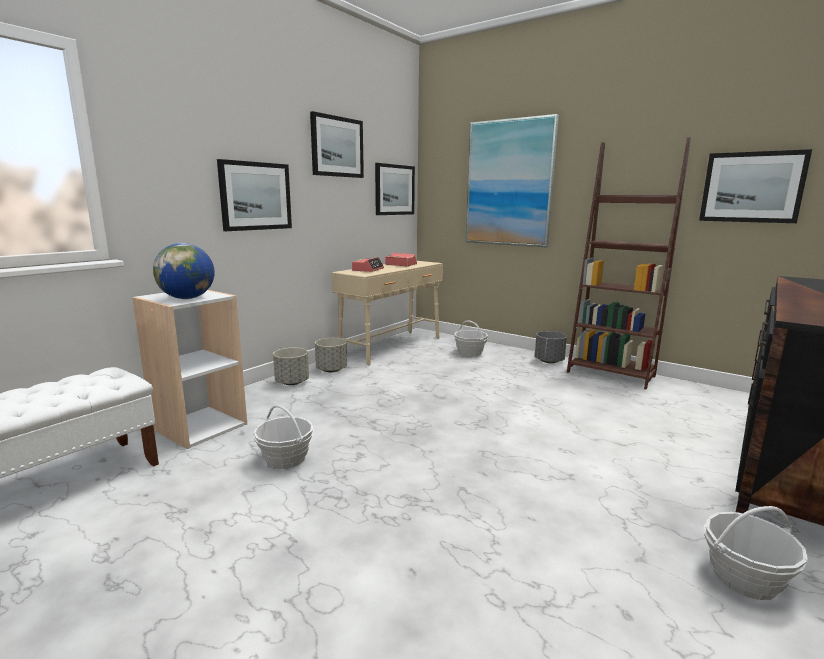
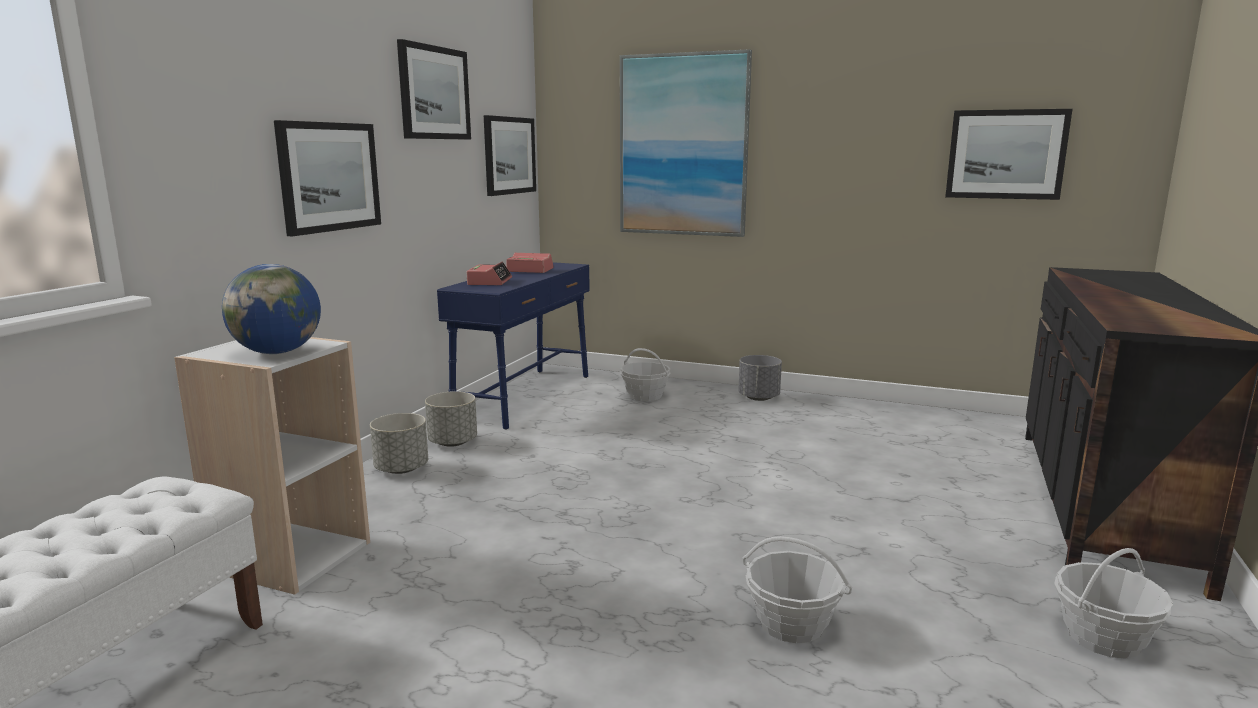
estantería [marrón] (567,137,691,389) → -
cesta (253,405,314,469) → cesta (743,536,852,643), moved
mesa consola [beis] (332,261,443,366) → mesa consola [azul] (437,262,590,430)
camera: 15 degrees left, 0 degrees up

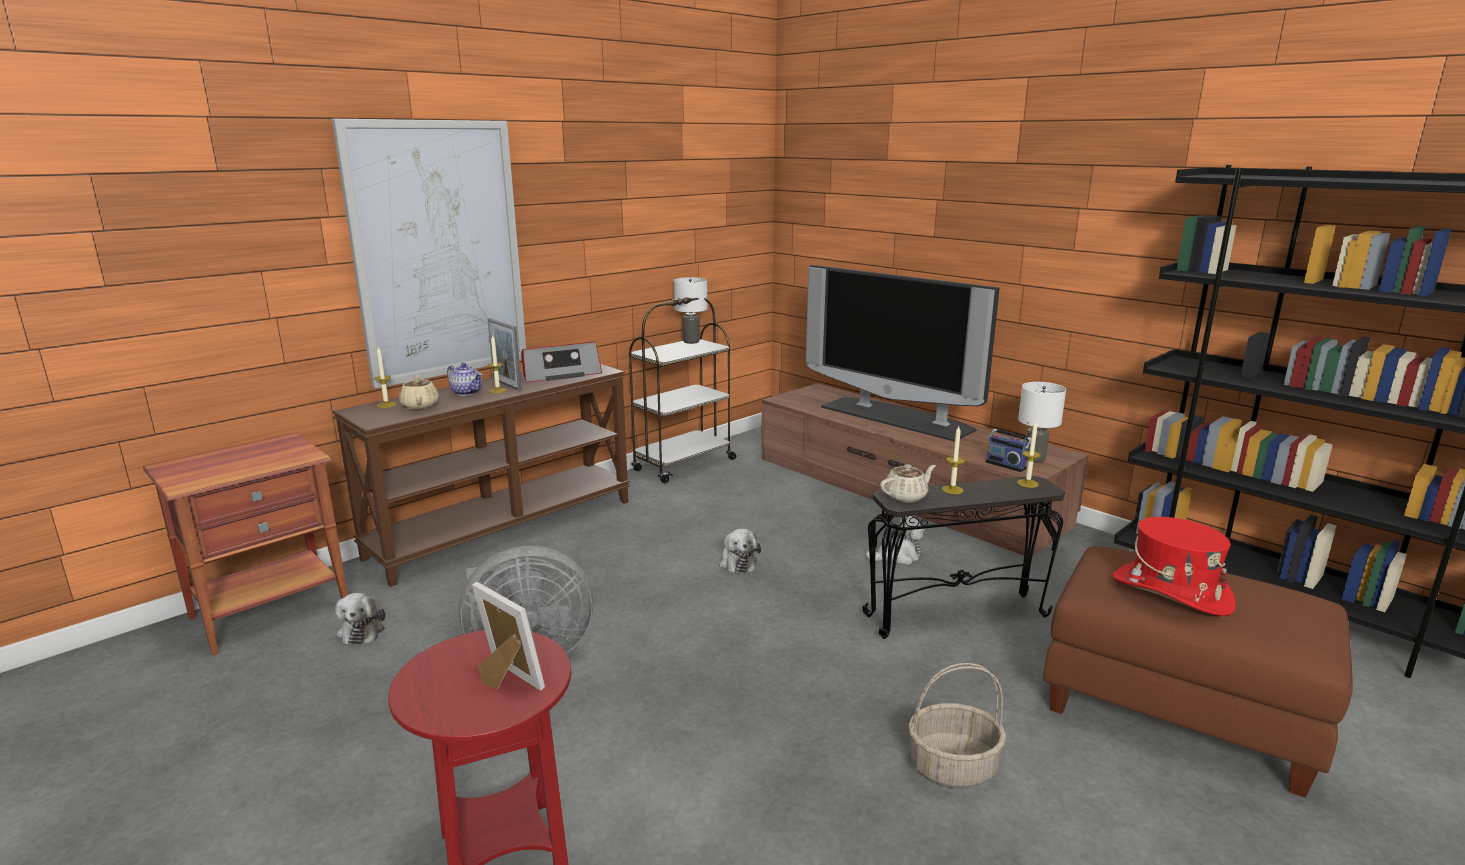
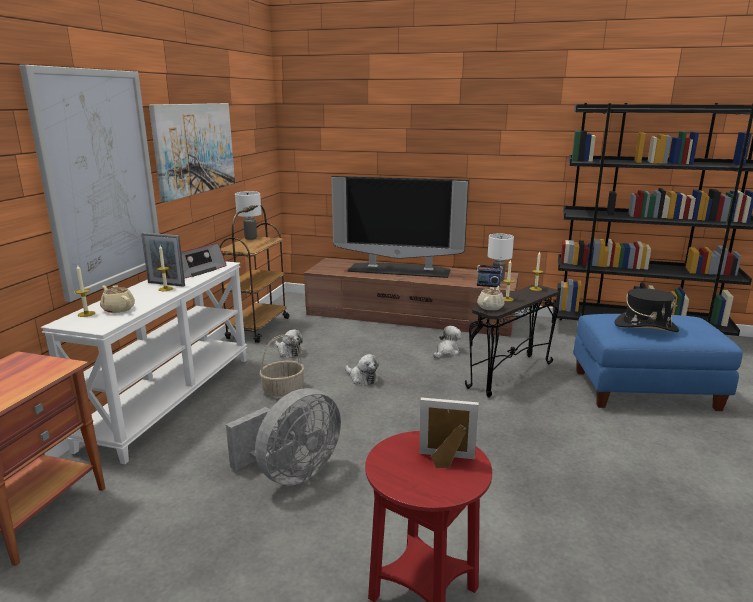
tetera (447,363,482,396) → -
- → cuadro (149,103,235,202)
peluche (335,593,385,646) → peluche (275,329,303,358), moved
cesta (908,663,1006,788) → cesta (259,335,305,397), moved
mesa consola [marrón] (332,364,630,587) → mesa consola [blanco] (41,261,247,464)
carrito [gris] (629,297,736,483) → carrito [marrón] (220,205,289,343)
puf [marrón] (1043,546,1353,798) → puf [azul] (573,314,743,411)
sombrero [rojo] (1113,517,1236,616) → sombrero [negro] (615,288,679,332)
camera: 30 degrees left, 0 degrees up

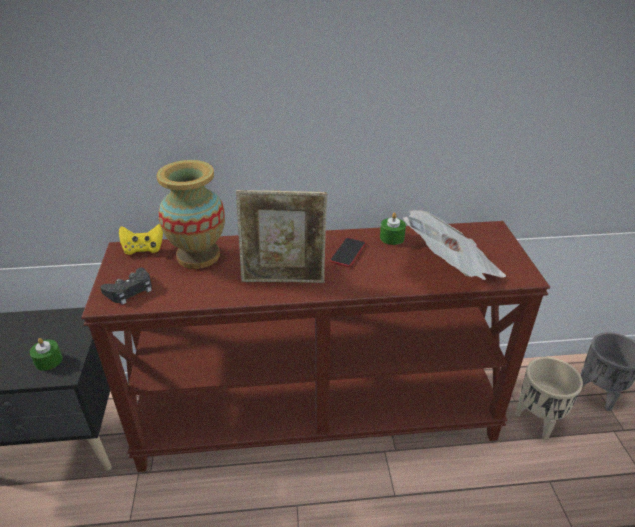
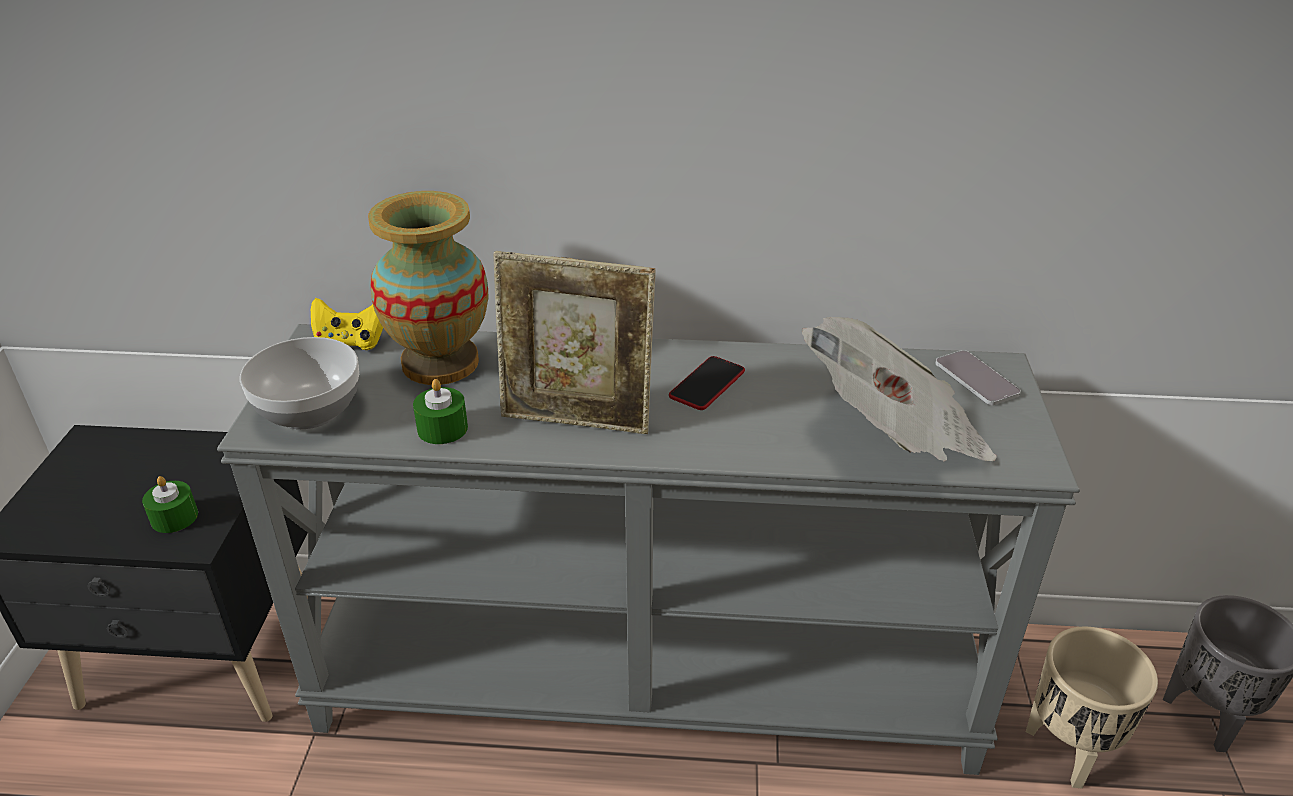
- → móvil (935,350,1021,405)
vela [verde] (380,212,406,245) → vela [verde] (413,379,468,444), moved
mando de consola [negro] (100,268,152,305) → cuenco (240,337,359,429)
mesa consola [marrón] (81,221,550,472) → mesa consola [gris] (217,324,1080,775)
camera: 10 degrees right, 0 degrees up

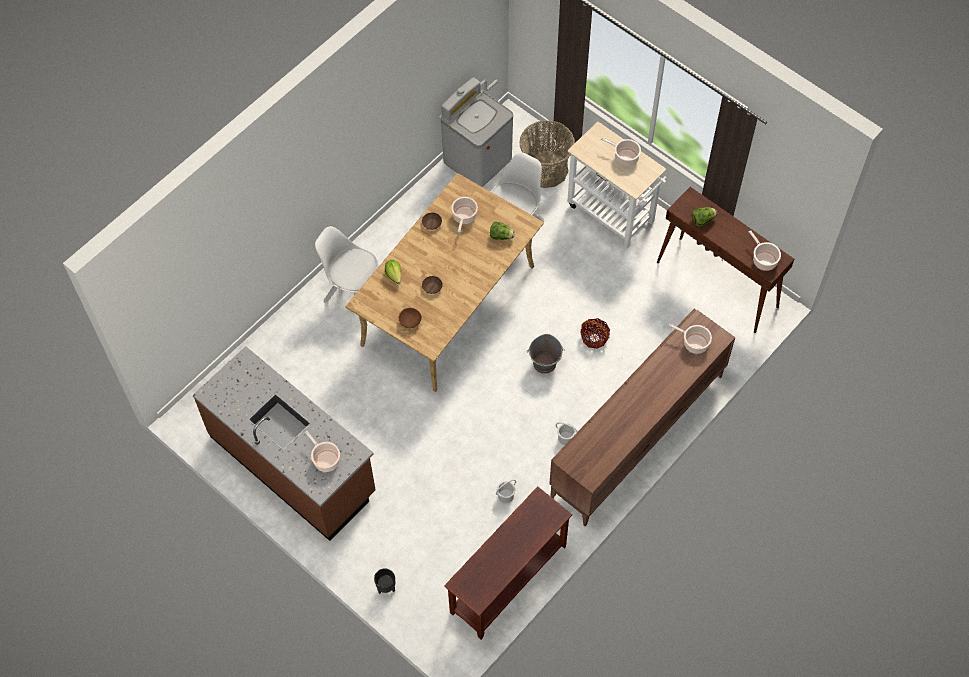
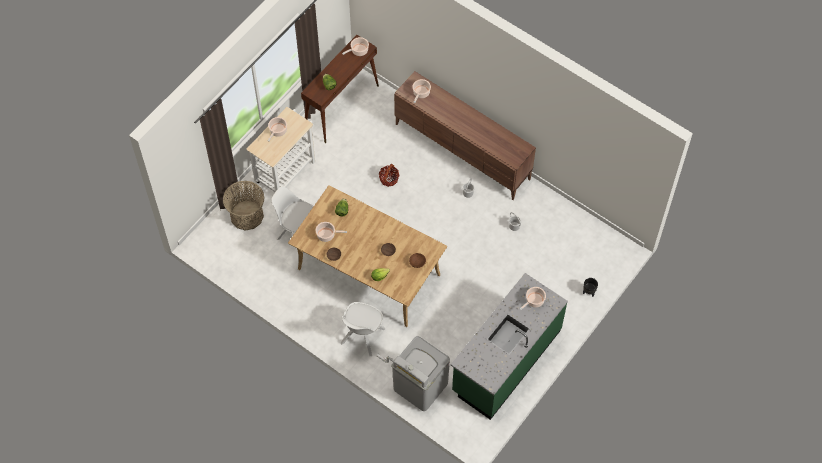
mesa consola [marrón] (444,486,573,640) → -
cubo [gris] (527,334,565,374) → -
lavadora [gris] (439,77,513,187) → lavadora [gris] (376,336,450,411), moved
mueble bajo de cocina [marrón] (192,346,376,541) → mueble bajo de cocina [verde] (451,273,568,420)
camera: 95 degrees left, 0 degrees up

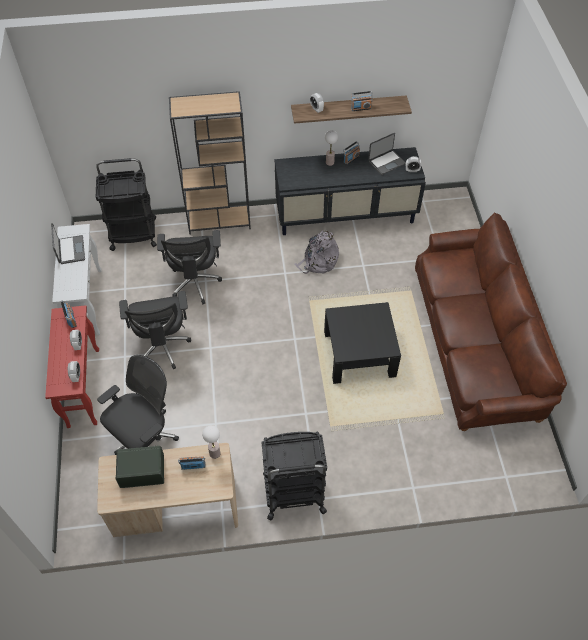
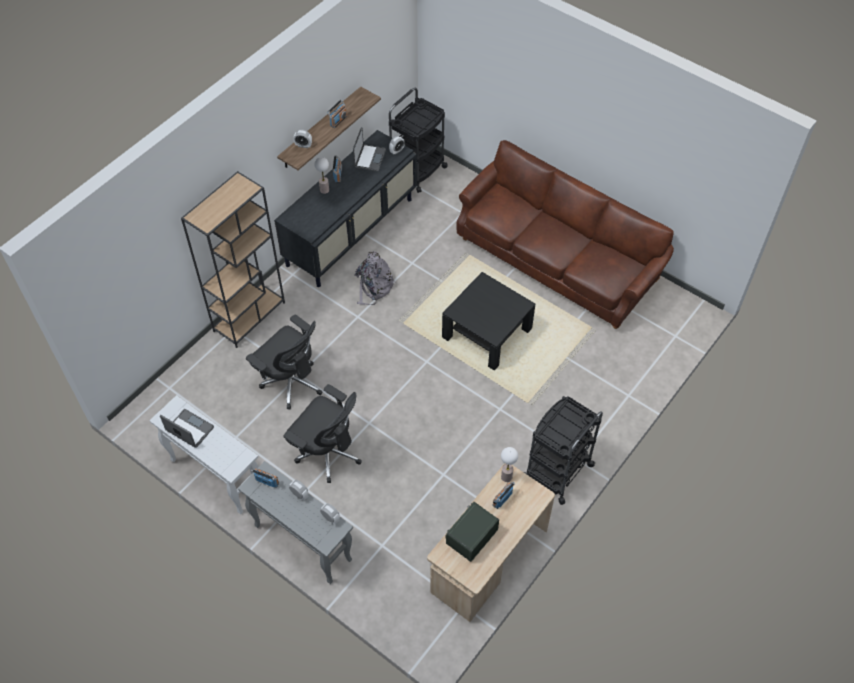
silla de oficina (97,355,179,455) → -
carrito [negro] (96,158,157,251) → carrito [negro] (389,88,448,193), moved
mesa consola [rojo] (45,305,99,428) → mesa consola [gris] (238,461,353,584)
camera: 45 degrees left, 0 degrees up

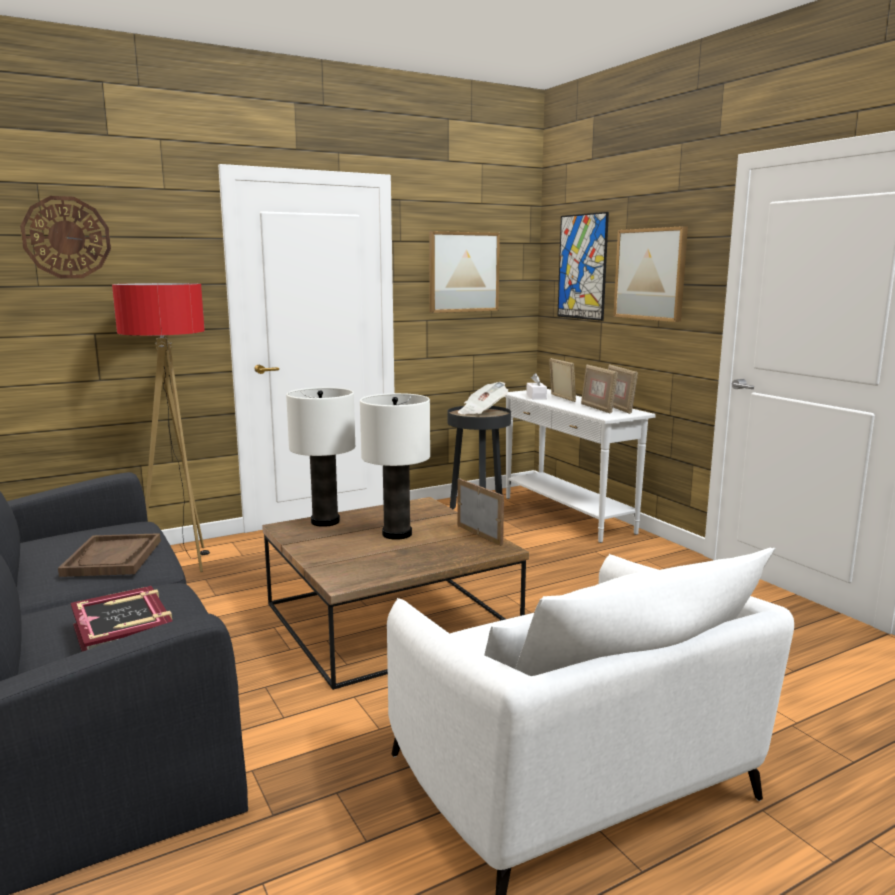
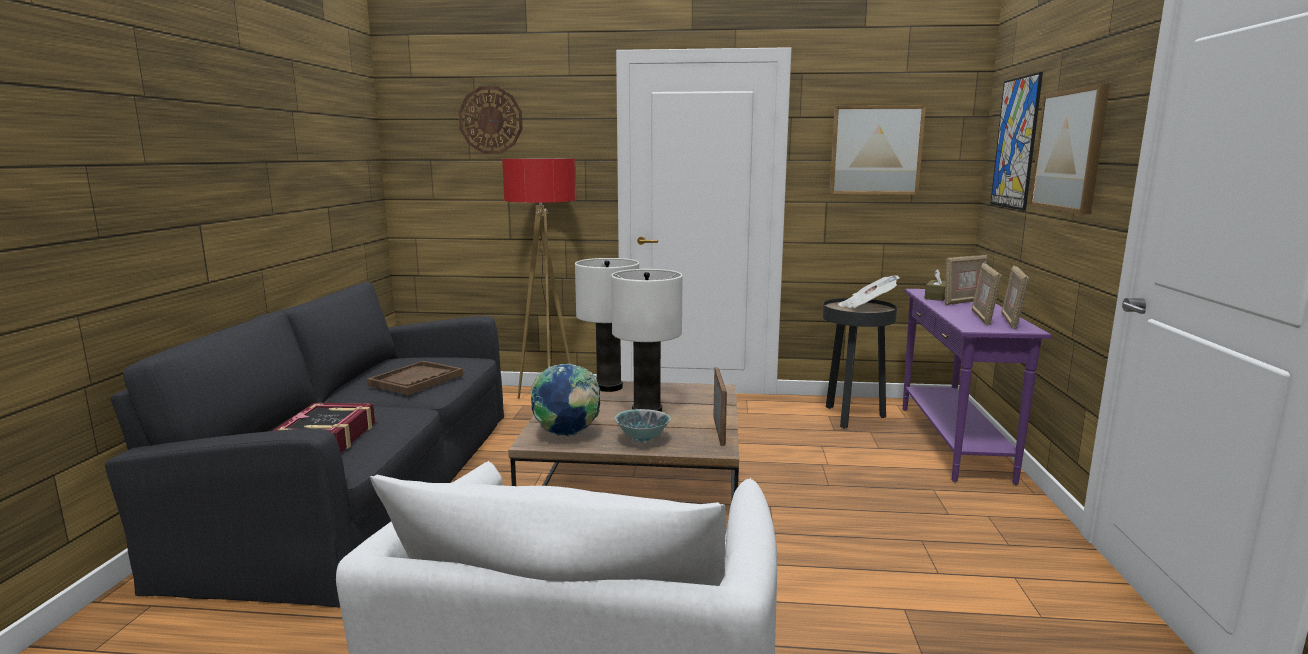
- → globo terráqueo (530,364,600,436)
- → cuenco (615,409,671,444)
mesa consola [blanco] (504,389,656,543) → mesa consola [morado] (903,289,1051,485)
caja de pañuelos [blanco] (526,373,547,399) → caja de pañuelos [marrón] (924,269,945,301)
portarretratos (549,358,576,402) → portarretratos (945,254,987,305), 45 degrees clockwise
camera: 35 degrees right, 0 degrees up

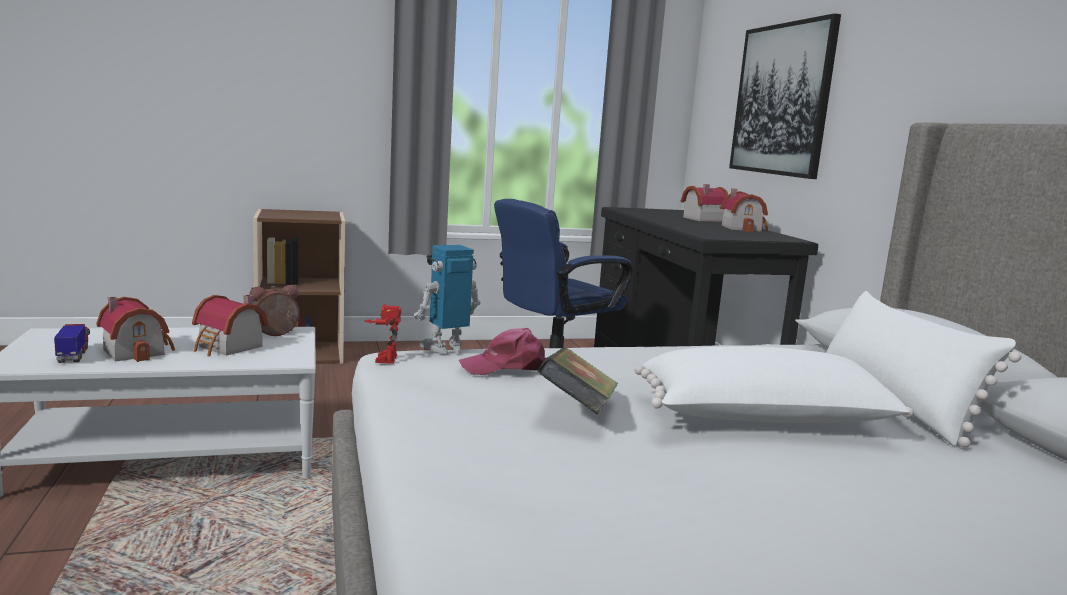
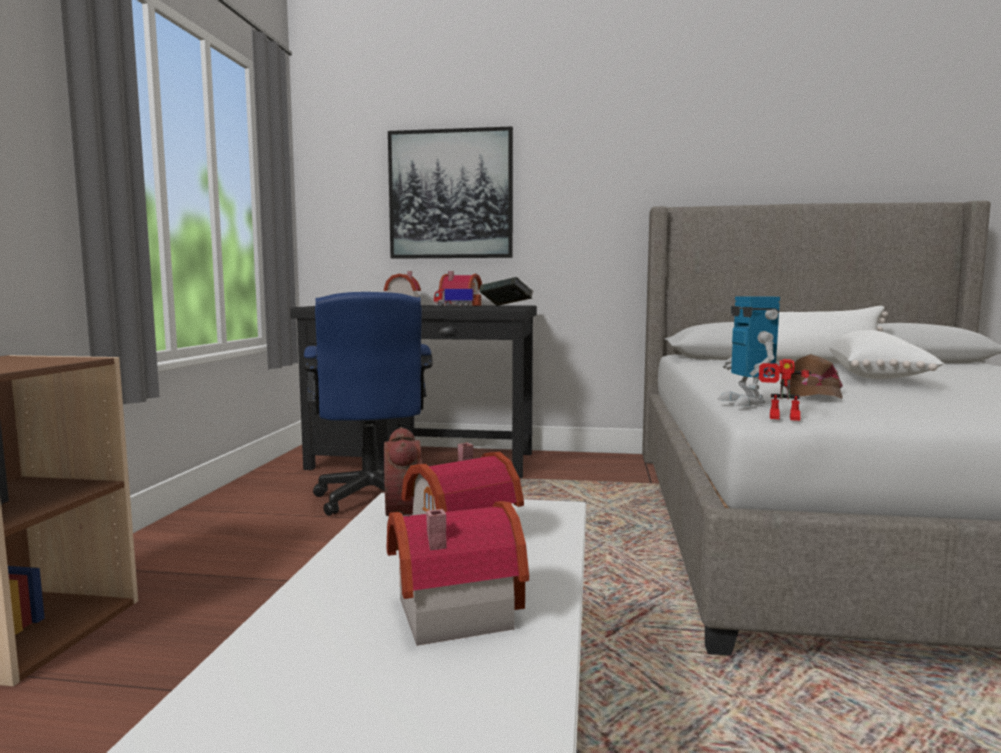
camión de juguete (54,324,90,363) → camión de juguete (434,288,473,307), moved
libro (538,347,618,415) → libro (479,277,533,306), moved
gorra [rosa] (459,328,546,375) → gorra [marrón] (780,354,843,399)
camera: 65 degrees left, 5 degrees down

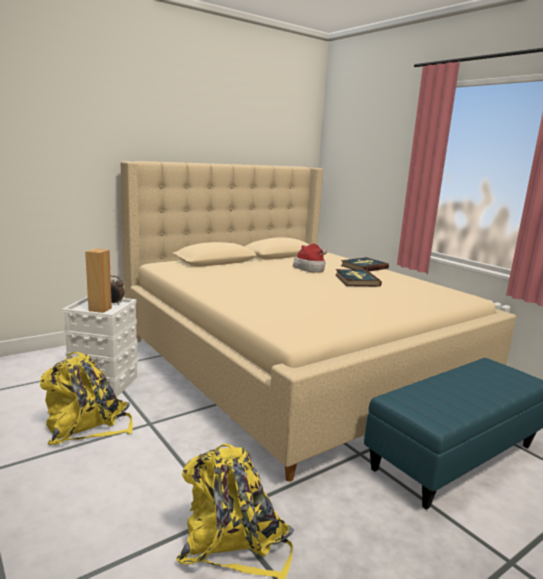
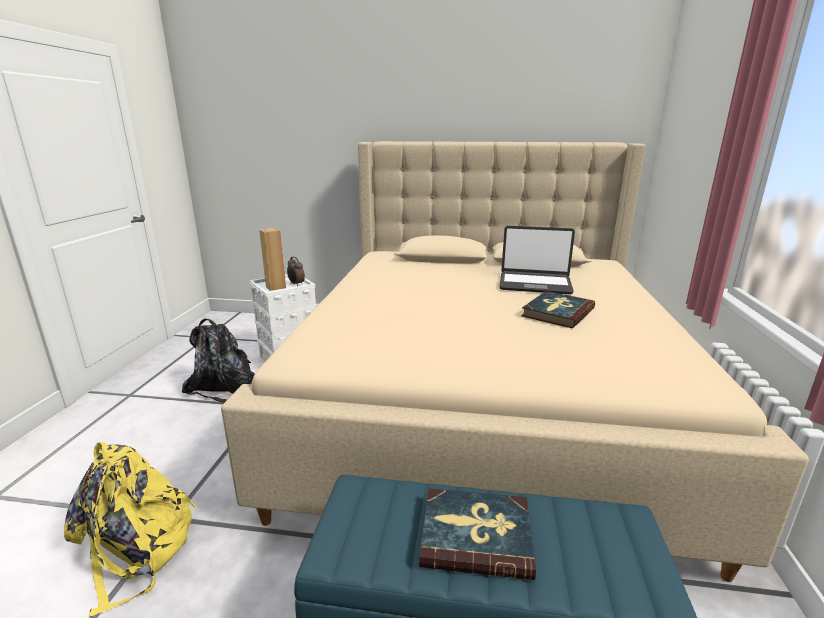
libro (341,257,389,271) → libro (419,488,536,580), moved
sombrero (293,244,327,273) → portátil (499,226,575,294)
mochila [amarillo] (40,352,133,445) → mochila [negro] (182,319,255,403)
camera: 45 degrees right, 5 degrees up

